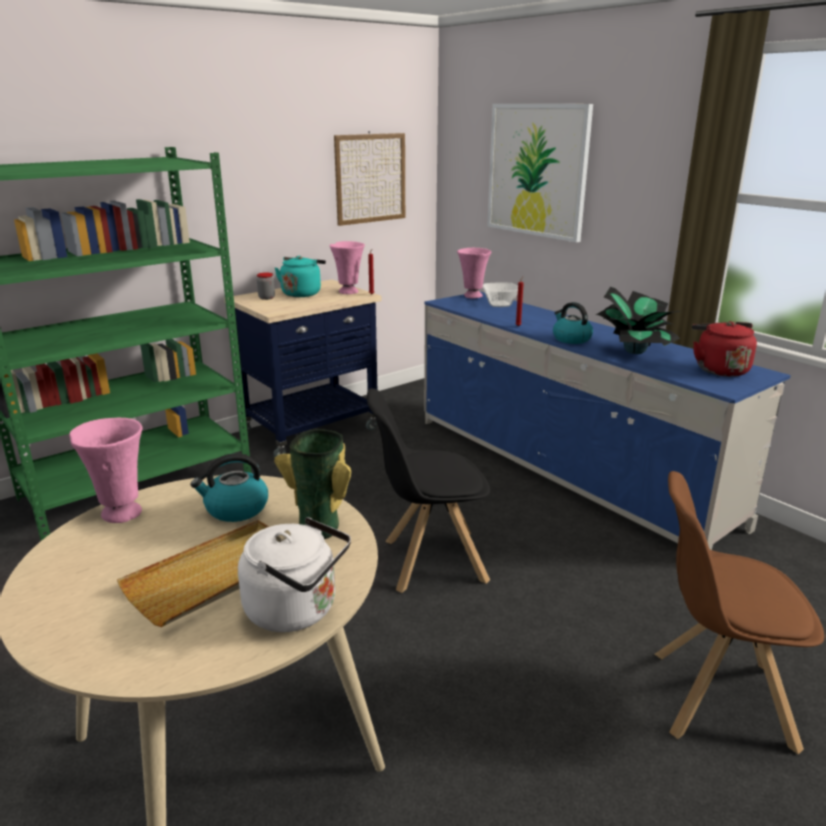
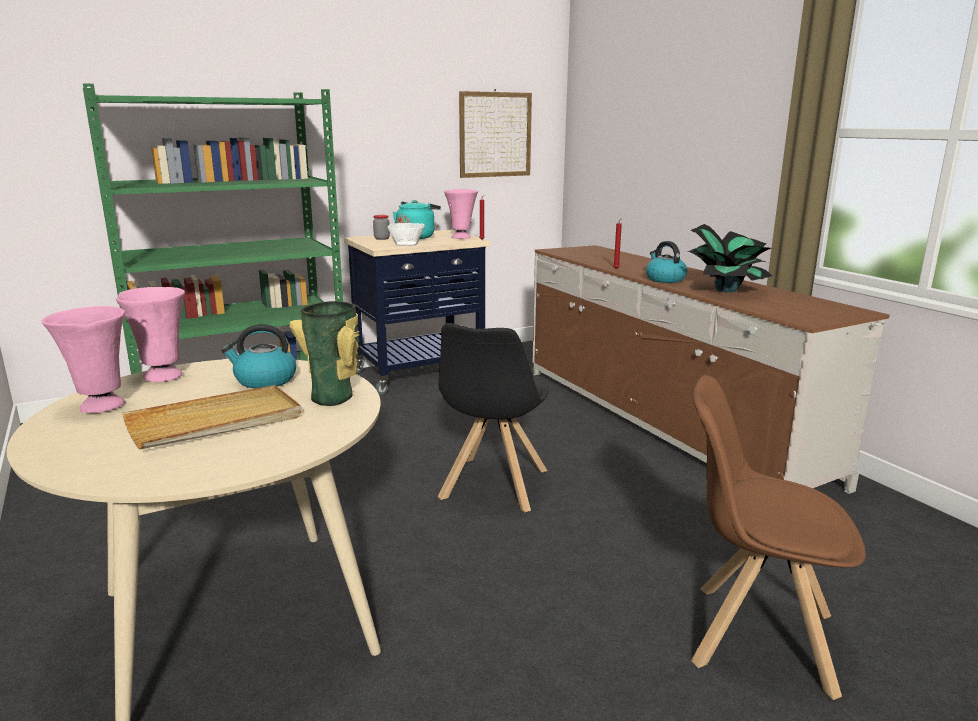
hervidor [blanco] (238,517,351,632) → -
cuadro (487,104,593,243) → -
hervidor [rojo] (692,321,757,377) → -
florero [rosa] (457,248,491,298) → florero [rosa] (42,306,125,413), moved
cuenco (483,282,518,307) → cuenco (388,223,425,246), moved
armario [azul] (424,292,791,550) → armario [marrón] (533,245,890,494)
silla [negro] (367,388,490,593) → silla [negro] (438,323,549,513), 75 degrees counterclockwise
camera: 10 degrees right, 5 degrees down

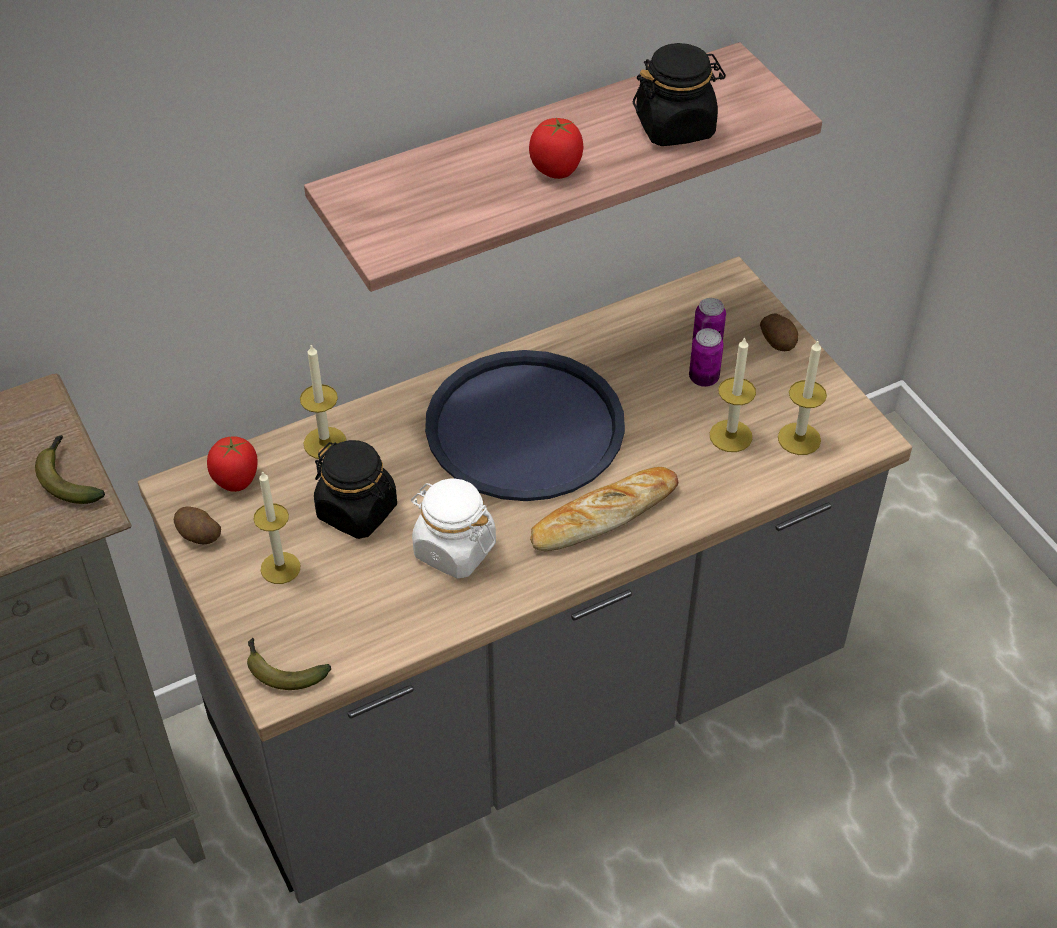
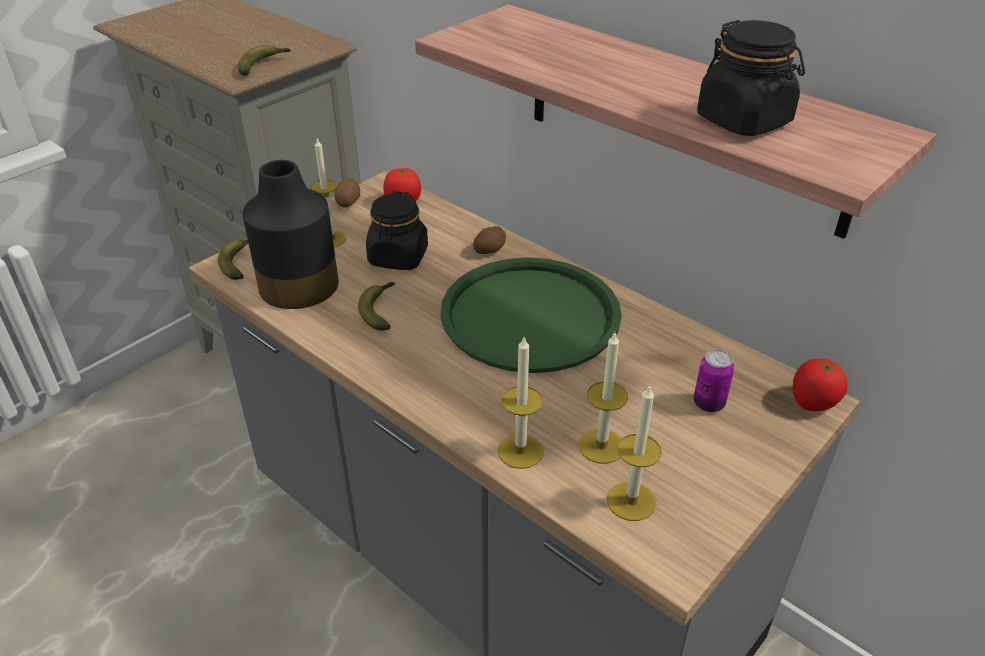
pan (530,467,678,552) → -
lata (689,328,724,387) → -
- → florero [negro] (243,160,339,309)
vela (300,344,346,459) → vela (498,337,544,469), moved
tomate (529,118,584,179) → tomate (793,358,848,411), moved
patata (760,314,798,351) → patata (473,226,506,254), moved
tarro [blanco] (411,478,496,579) → plátano (358,282,395,331)
bandeja [azul] (425,350,625,501) → bandeja [verde] (441,257,622,373)
camera: 70 degrees right, 10 degrees down

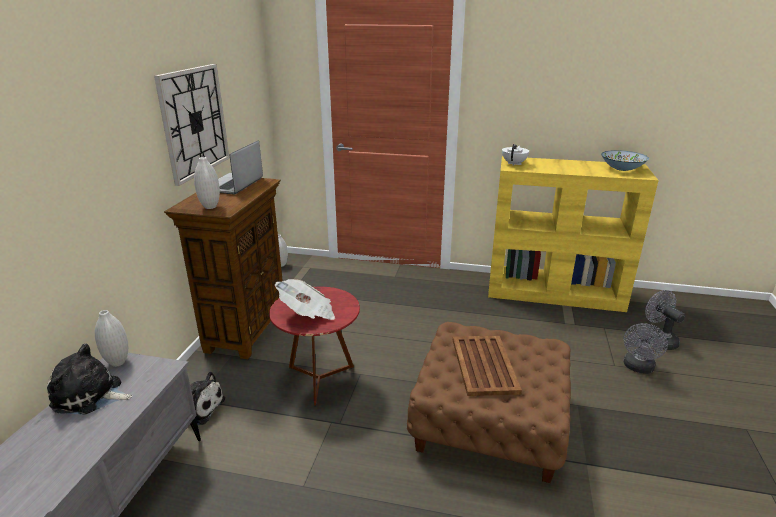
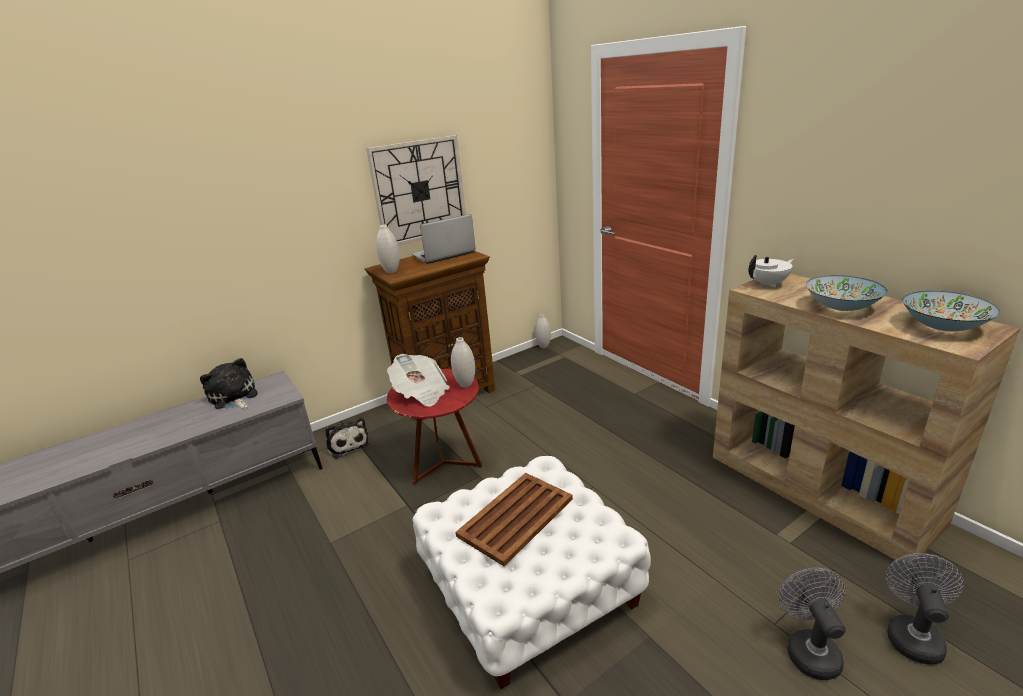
- → cuenco (806,275,888,311)
florero [blanco] (95,310,128,367) → florero [blanco] (451,337,475,388), moved
puf [marrón] (407,322,571,483) → puf [blanco] (413,456,651,689)
estantería [amarillo] (488,156,659,312) → estantería [marrón] (713,274,1020,563)
ventilador [gris] (624,323,668,374) → ventilador [gris] (778,568,846,680), 105 degrees clockwise
camera: 45 degrees right, 0 degrees up

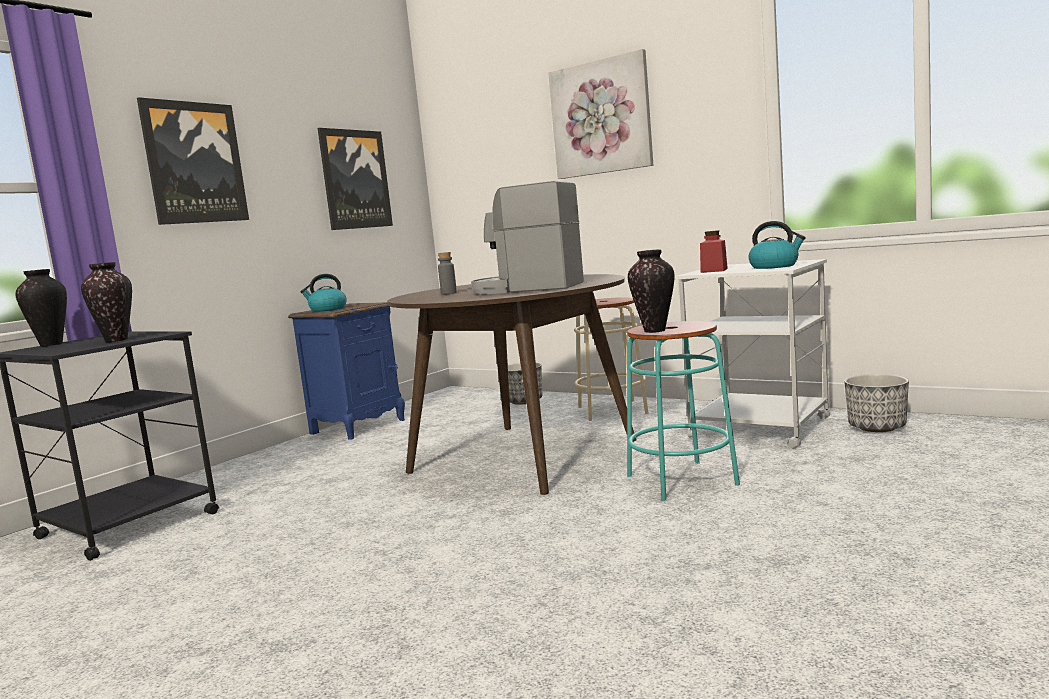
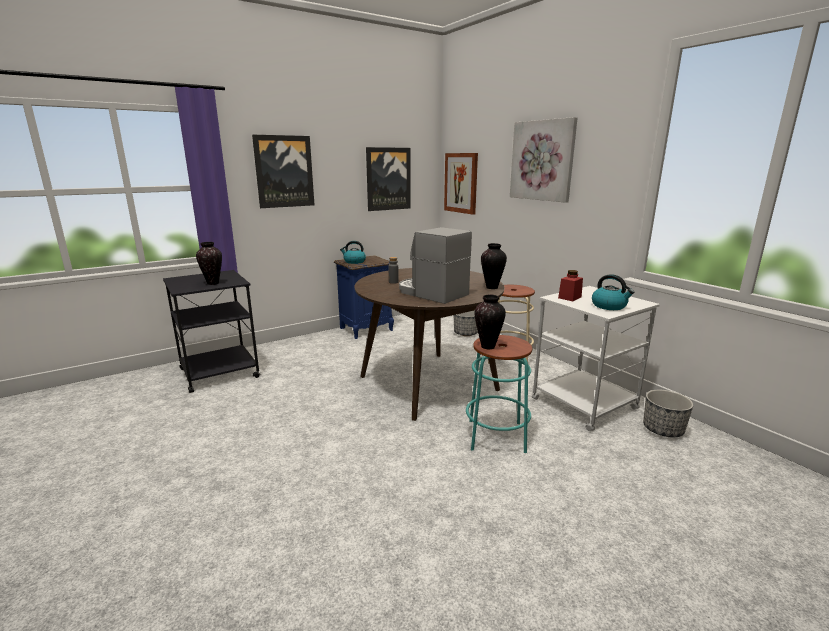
- → cuadro (444,153,478,215)
florero (15,269,67,346) → florero (481,243,507,289), moved
camera: 20 degrees right, 10 degrees up

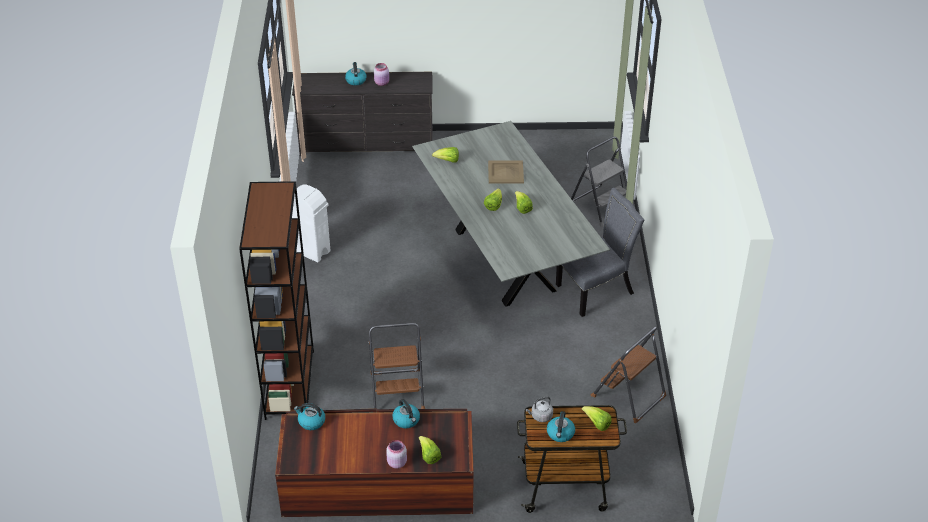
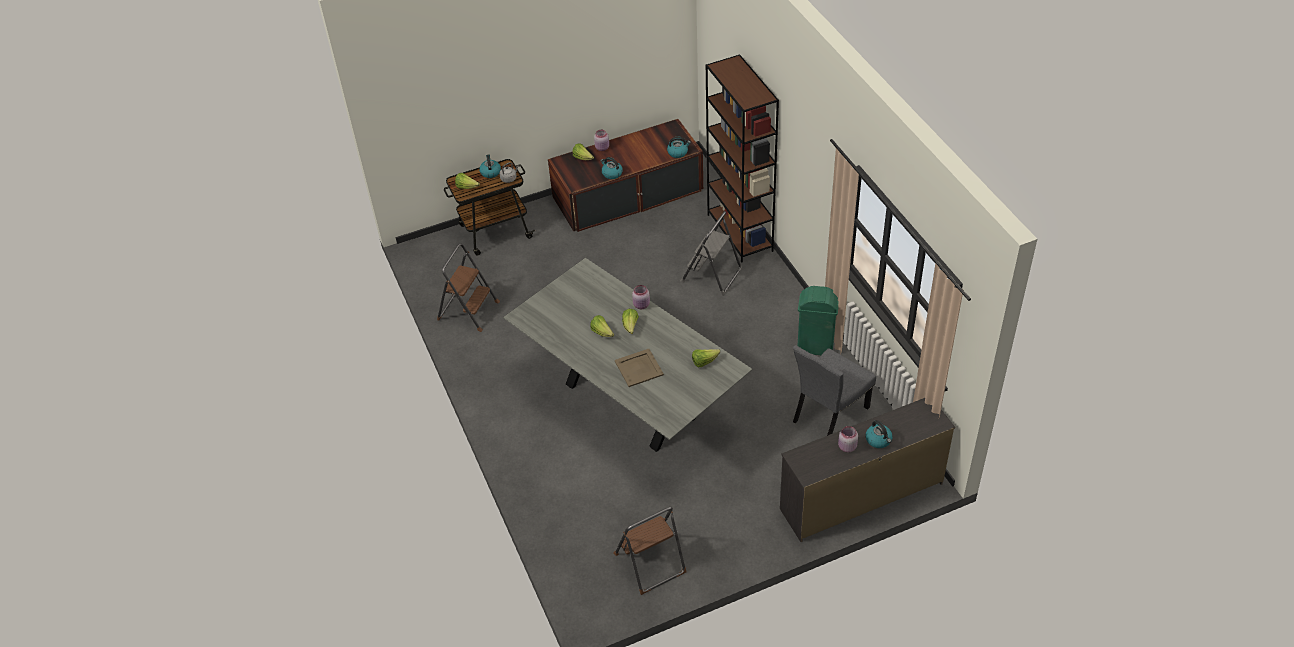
- → tarro [rosa] (632,285,650,309)
escalera de tijera [marrón] (369,323,425,409) → escalera de tijera [marrón] (613,507,686,595), moved
silla [gris] (556,188,644,317) → silla [gris] (793,345,876,436), moved
escalera de tijera [gris] (571,136,627,227) → escalera de tijera [gris] (680,211,742,296), moved
papelera [blanco] (292,184,331,262) → papelera [verde] (798,286,839,355)
camera: 160 degrees right, 5 degrees up

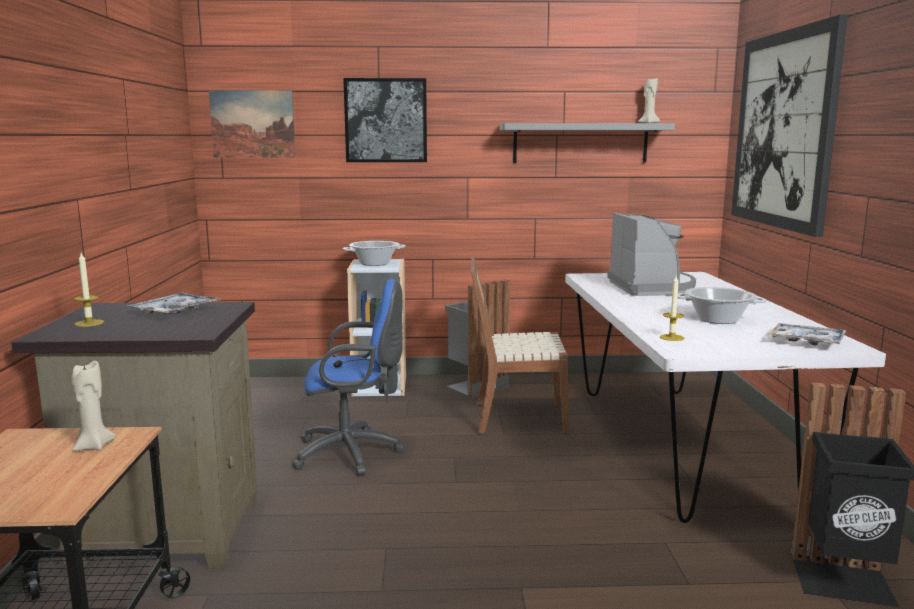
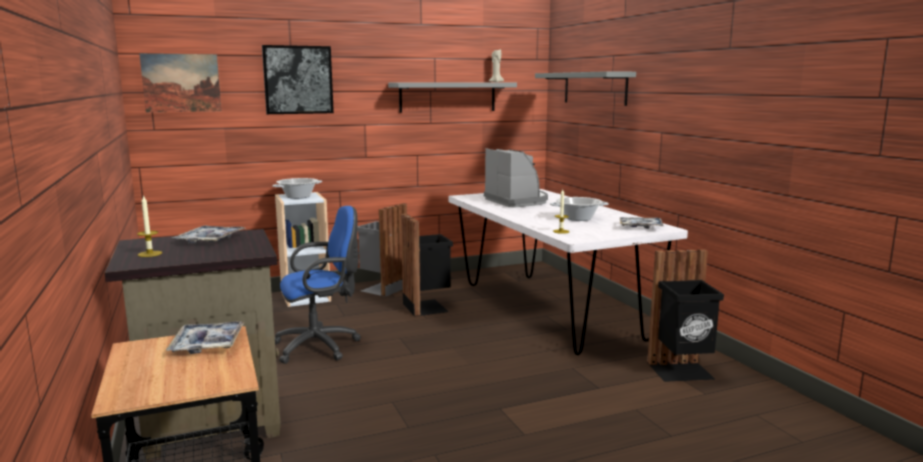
vela [beis] (71,361,116,451) → bandeja (166,321,245,354)
silla (471,256,569,434) → papelera [negro] (401,214,453,316)
cuadro (731,15,848,237) → estante [gris] (535,71,636,106)
camera: 20 degrees left, 0 degrees up

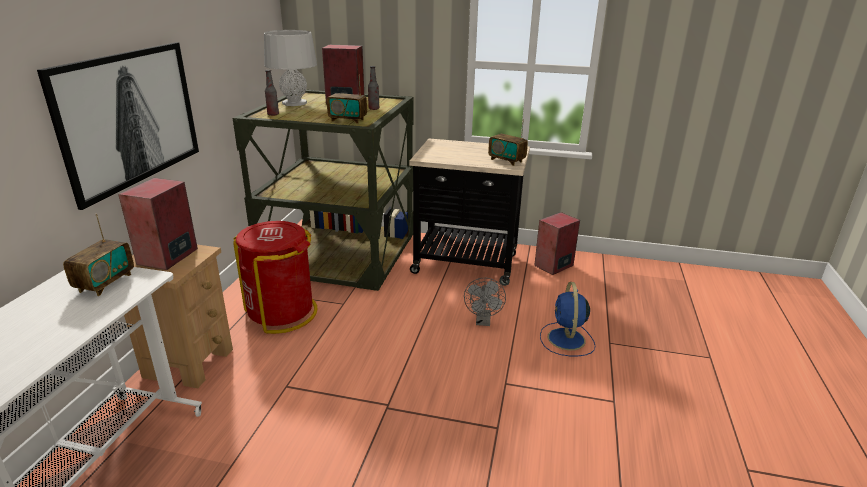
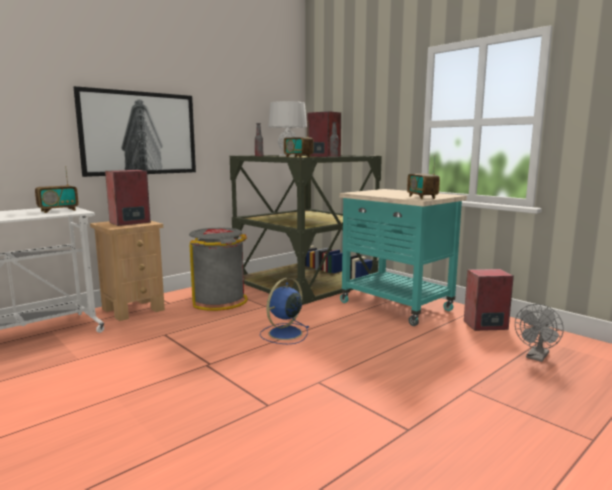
ventilador [gris] (464,278,506,326) → ventilador [gris] (515,304,564,362), moved
ventilador [azul] (540,282,595,356) → ventilador [azul] (260,278,309,344), moved
papelera [rojo] (234,221,317,334) → papelera [gris] (189,228,248,311)
carrito [negro] (409,138,530,286) → carrito [turquesa] (339,189,467,326)
camera: 35 degrees right, 15 degrees down

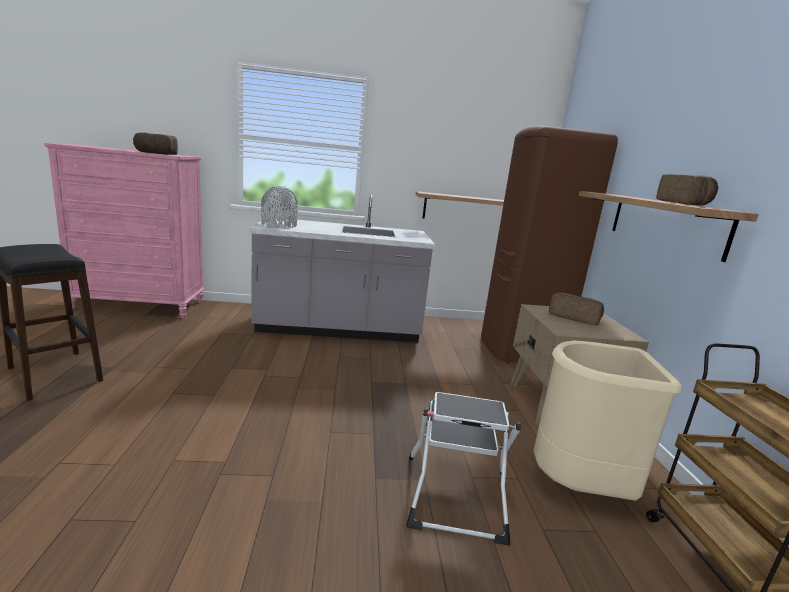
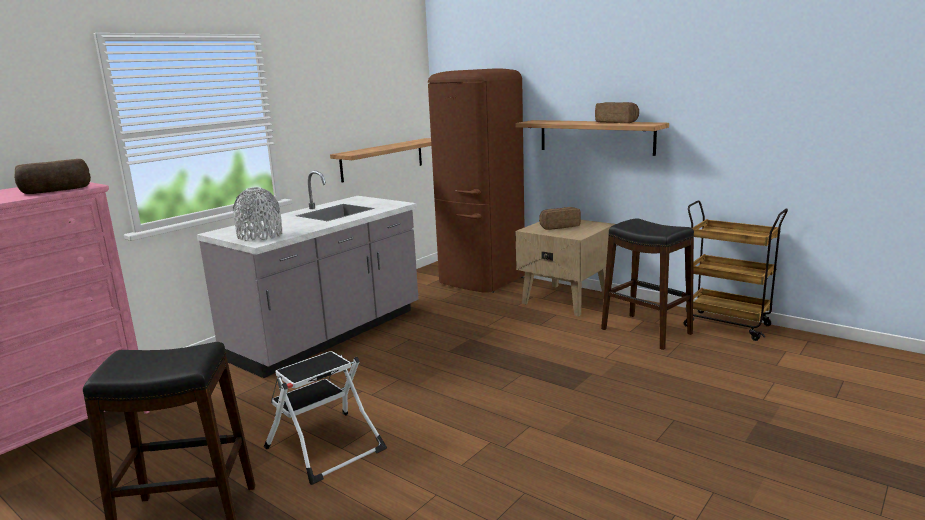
escalera de tijera (406,392,521,546) → escalera de tijera (264,351,387,485), moved
papelera [beis] (534,341,682,501) → taburete [negro] (601,218,694,350)
camera: 45 degrees left, 0 degrees up

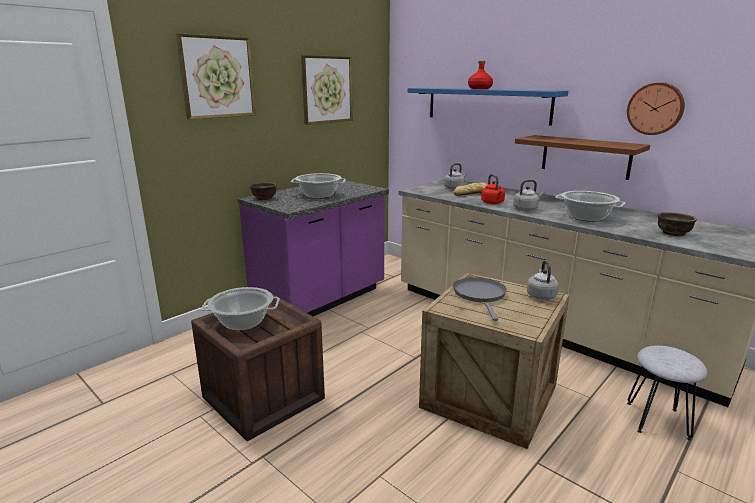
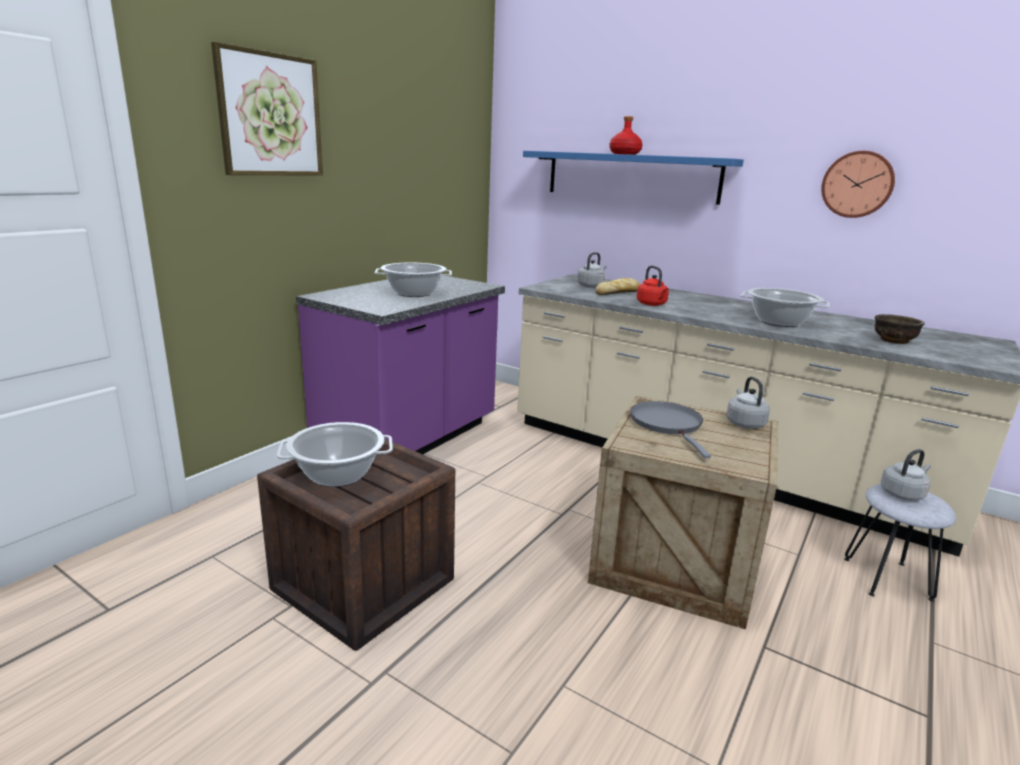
cuenco [marrón] (250,182,277,200) → -
cuadro (301,55,353,125) → -
estante [marrón] (515,135,650,180) → -
hervidor [gris] (513,180,544,211) → hervidor [gris] (881,449,931,501), moved
camera: 10 degrees left, 0 degrees up

